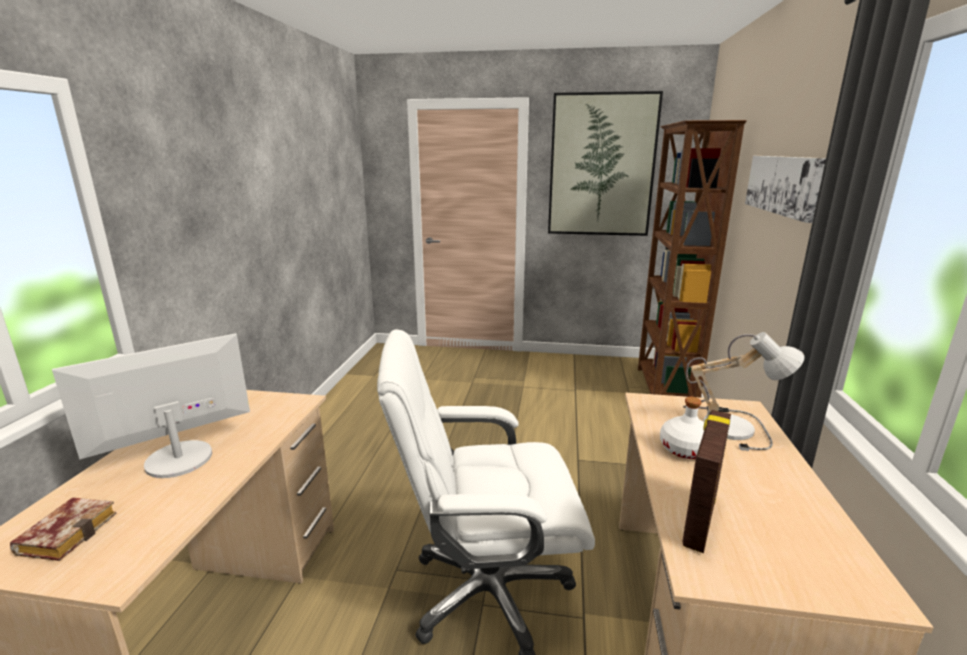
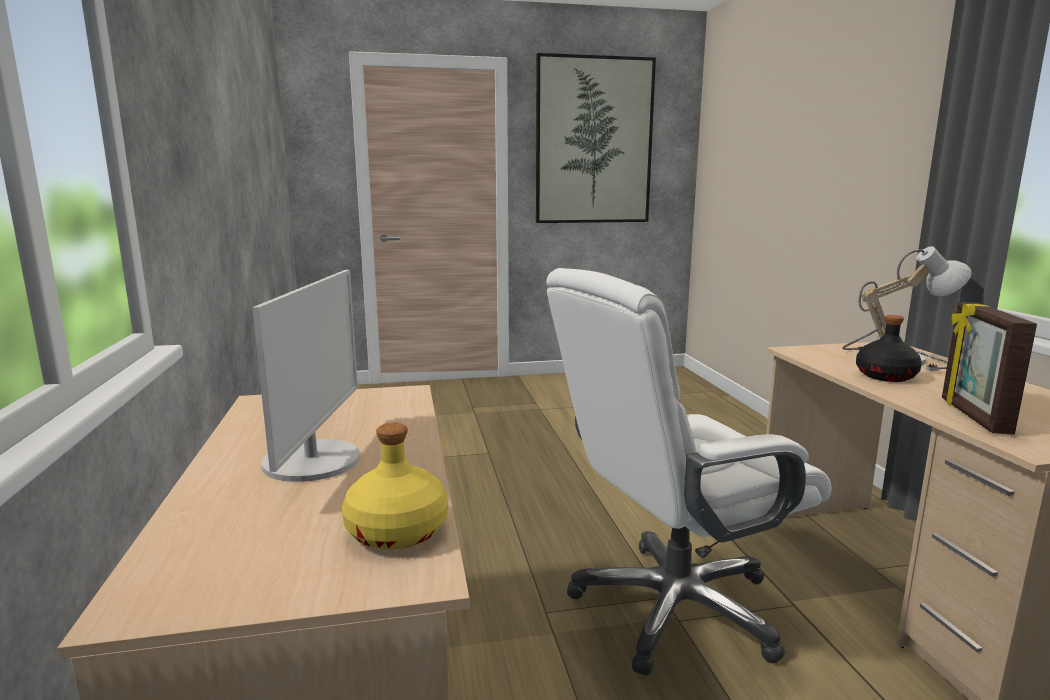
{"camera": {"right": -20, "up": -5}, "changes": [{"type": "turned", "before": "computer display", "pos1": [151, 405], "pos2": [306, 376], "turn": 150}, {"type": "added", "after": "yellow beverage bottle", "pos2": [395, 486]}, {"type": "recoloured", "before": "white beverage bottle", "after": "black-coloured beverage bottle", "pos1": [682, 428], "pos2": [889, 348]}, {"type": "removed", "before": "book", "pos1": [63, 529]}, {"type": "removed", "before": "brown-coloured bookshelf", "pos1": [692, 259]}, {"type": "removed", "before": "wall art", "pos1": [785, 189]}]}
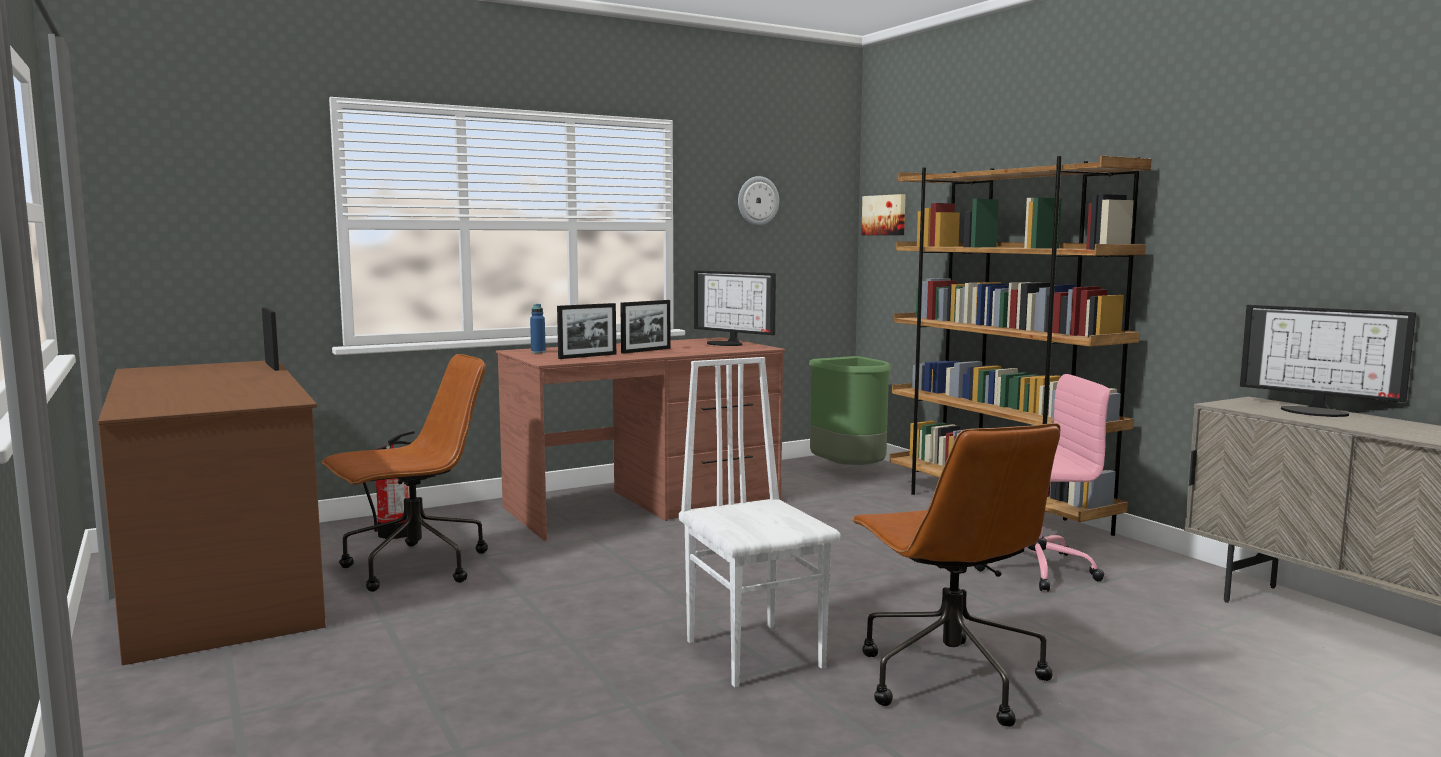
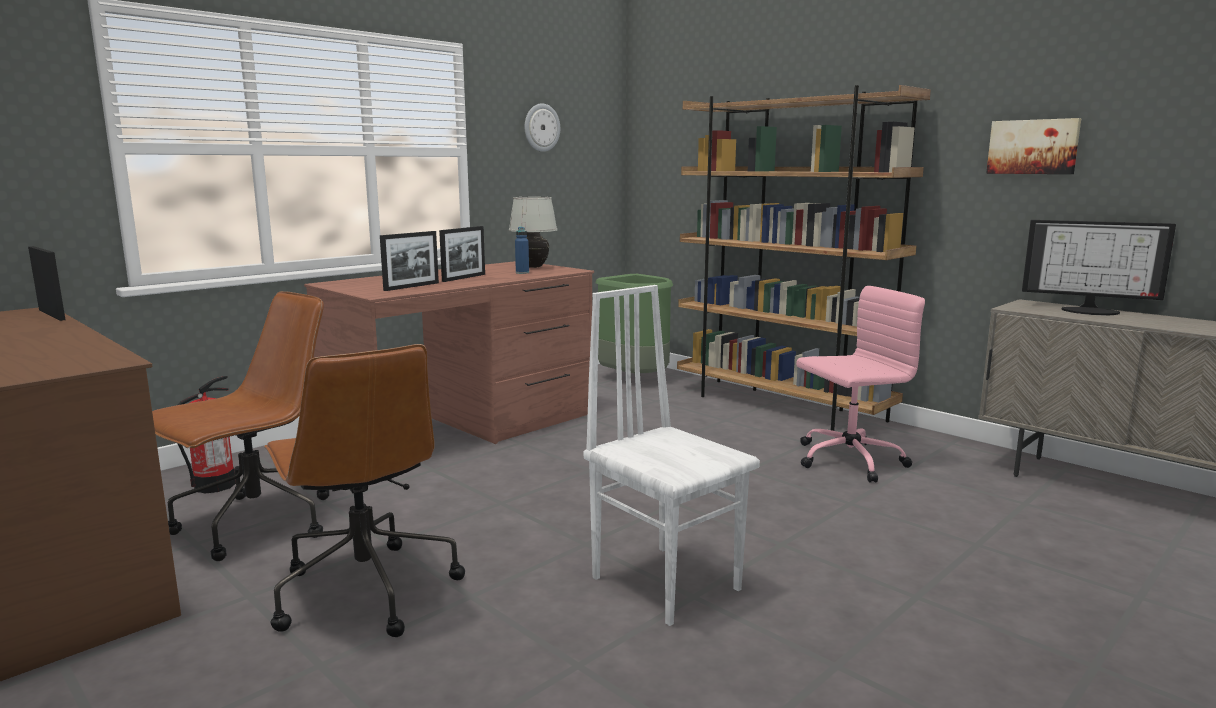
{"camera": {"right": -15, "up": 5}, "changes": [{"type": "moved", "before": "brown-coloured desk chair", "pos1": [955, 575], "pos2": [364, 490]}, {"type": "replaced", "before": "computer display", "after": "white table lamp", "pos1": [735, 308], "pos2": [533, 232]}, {"type": "moved", "before": "bluish beverage bottle", "pos1": [538, 328], "pos2": [522, 250]}, {"type": "moved", "before": "wall art", "pos1": [883, 214], "pos2": [1033, 146]}]}
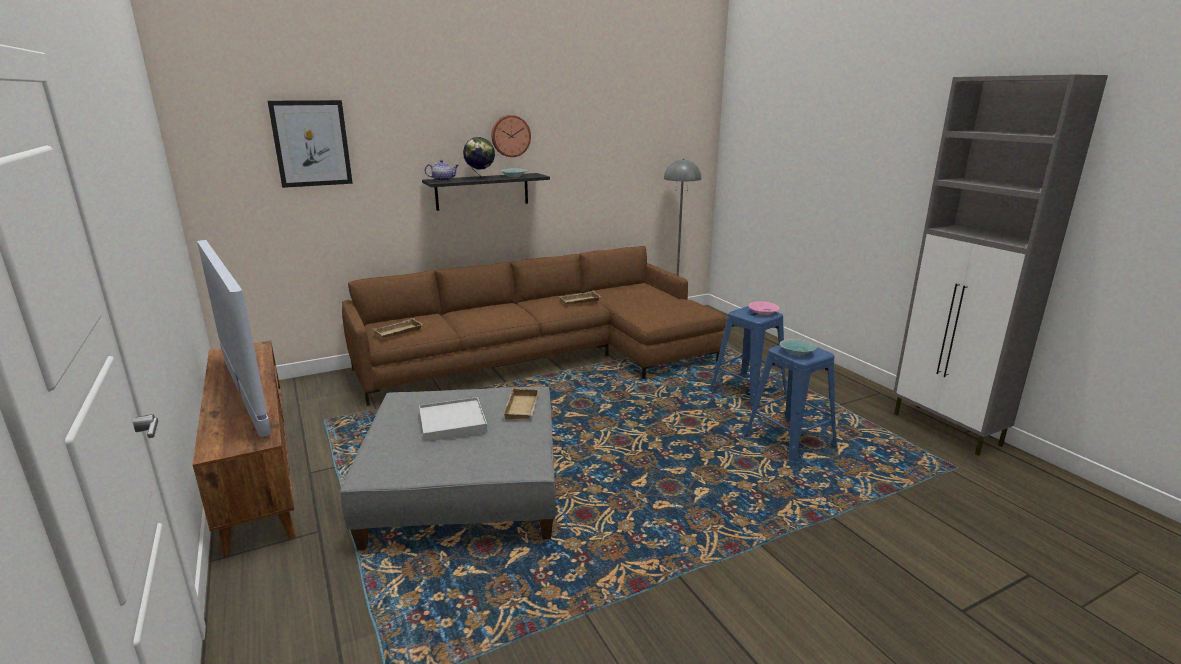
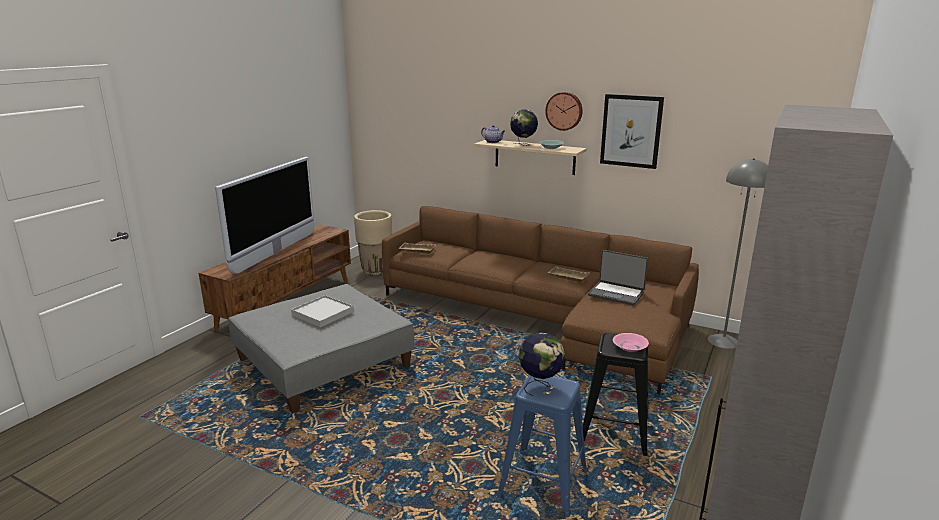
{"camera": {"right": 55, "up": 0}, "changes": [{"type": "added", "after": "sand-coloured plant pot", "pos2": [373, 242]}, {"type": "recoloured", "before": "black-coloured bracket shelf", "after": "sand-coloured bracket shelf", "pos1": [486, 192], "pos2": [530, 157]}, {"type": "replaced", "before": "turquoise bowl", "after": "globe", "pos1": [798, 347], "pos2": [542, 364]}, {"type": "recoloured", "before": "bluish sitting stool", "after": "black-coloured sitting stool", "pos1": [748, 358], "pos2": [616, 394]}, {"type": "added", "after": "notebook computer", "pos2": [618, 277]}, {"type": "moved", "before": "wall art", "pos1": [310, 144], "pos2": [632, 131]}, {"type": "removed", "before": "sand-coloured serving tray", "pos1": [521, 403]}]}
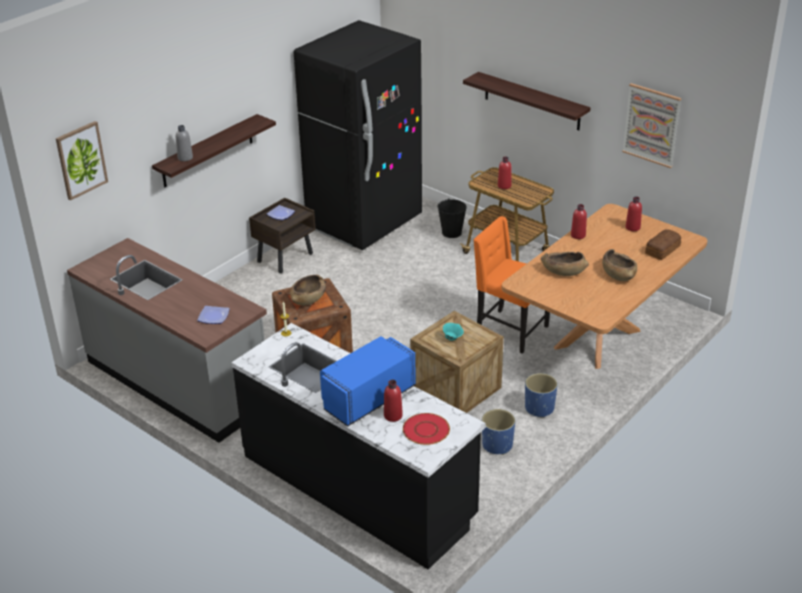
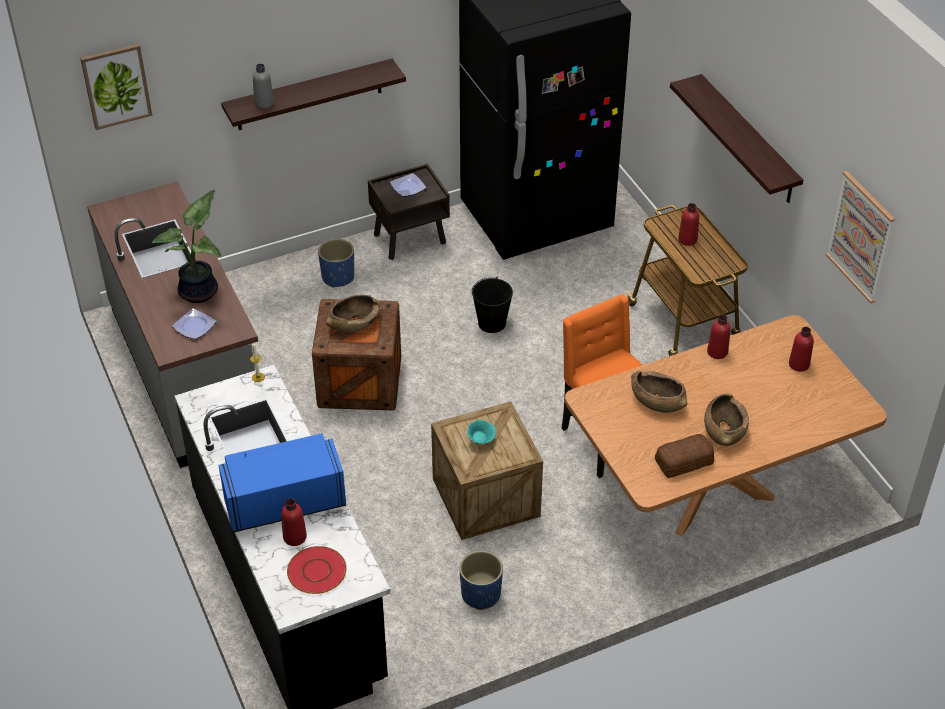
{"camera": {"right": 25, "up": 10}, "changes": [{"type": "added", "after": "potted plant", "pos2": [186, 246]}, {"type": "moved", "before": "bluish plant pot", "pos1": [541, 395], "pos2": [336, 263]}, {"type": "moved", "before": "black-coloured pail", "pos1": [452, 218], "pos2": [492, 305]}, {"type": "moved", "before": "baked bread", "pos1": [663, 244], "pos2": [684, 456]}]}
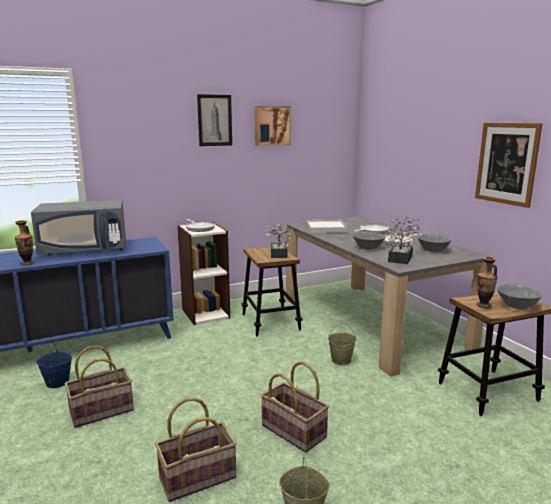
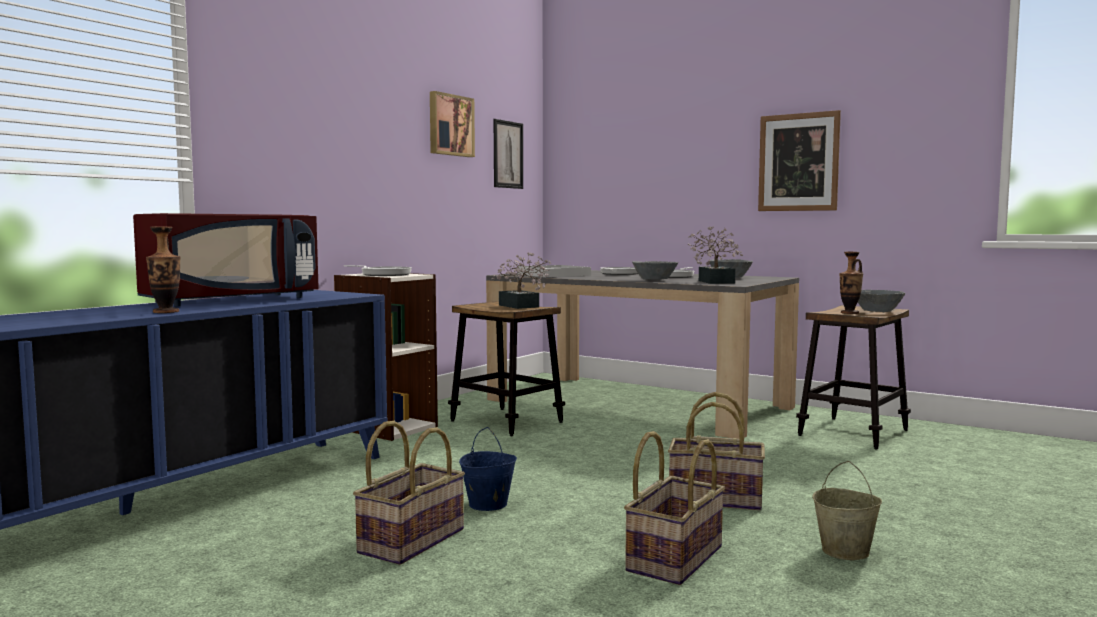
{"camera": {"right": -30, "up": -10}, "changes": [{"type": "recoloured", "before": "gray microwave oven", "after": "red-coloured microwave oven", "pos1": [78, 227], "pos2": [226, 260]}, {"type": "moved", "before": "bluish pail", "pos1": [54, 365], "pos2": [488, 469]}, {"type": "moved", "before": "wall art", "pos1": [214, 120], "pos2": [508, 154]}, {"type": "removed", "before": "sand-coloured pail", "pos1": [342, 344]}]}
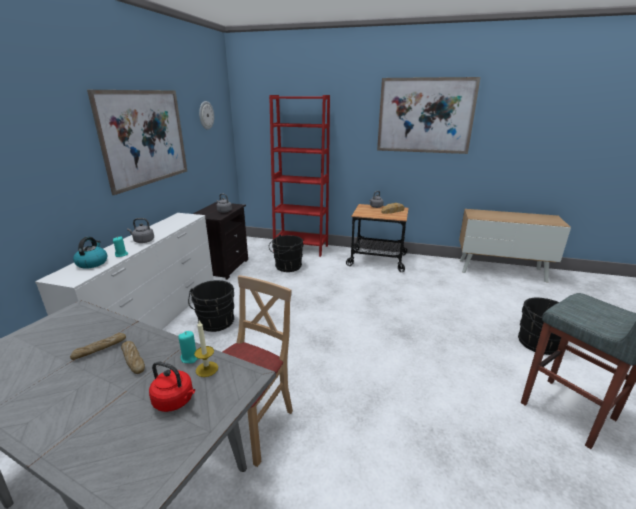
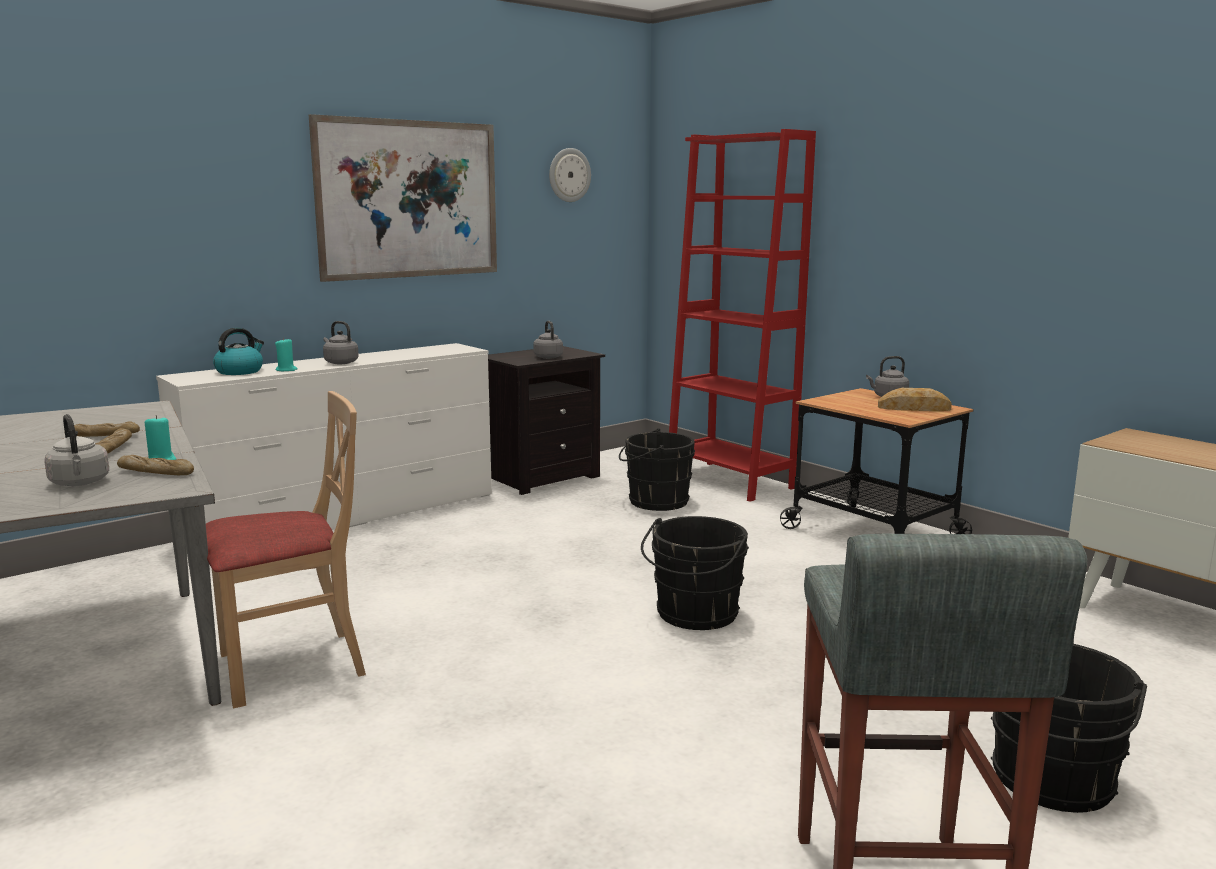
{"camera": {"right": 35, "up": -10}, "changes": [{"type": "recoloured", "before": "red-coloured kettle", "after": "gray kettle", "pos1": [172, 386], "pos2": [76, 450]}, {"type": "replaced", "before": "wax light", "after": "baked bread", "pos1": [206, 349], "pos2": [155, 465]}, {"type": "moved", "before": "black-coloured pail", "pos1": [211, 306], "pos2": [695, 573]}, {"type": "removed", "before": "wall art", "pos1": [429, 115]}]}
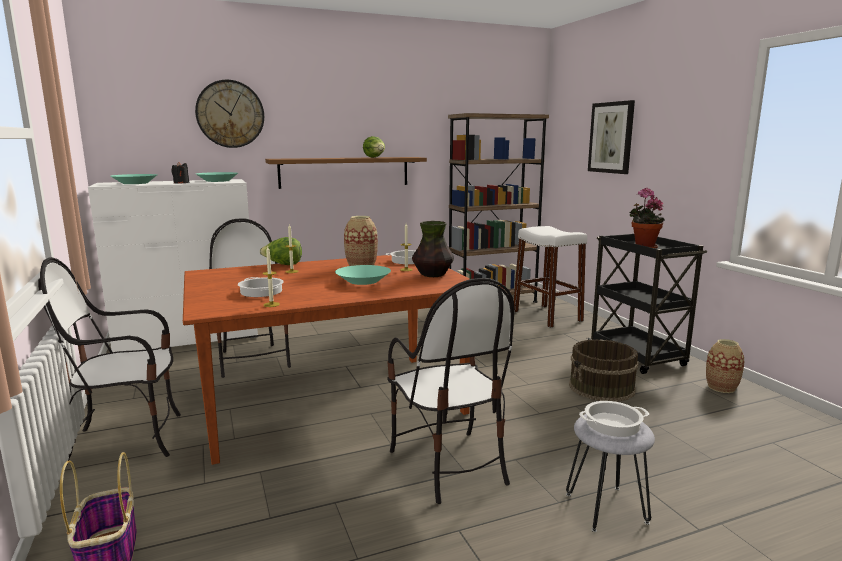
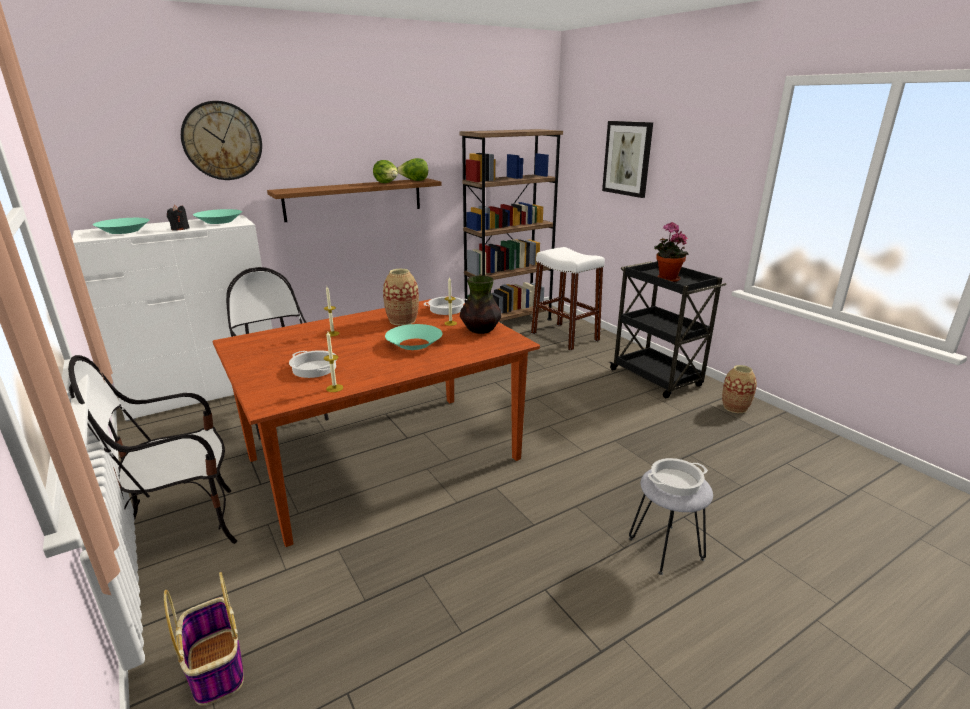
{"camera": {"right": -10, "up": 10}, "changes": [{"type": "moved", "before": "lettuce head", "pos1": [281, 251], "pos2": [412, 169]}, {"type": "removed", "before": "chair", "pos1": [450, 391]}, {"type": "removed", "before": "brown-coloured pail", "pos1": [604, 370]}]}
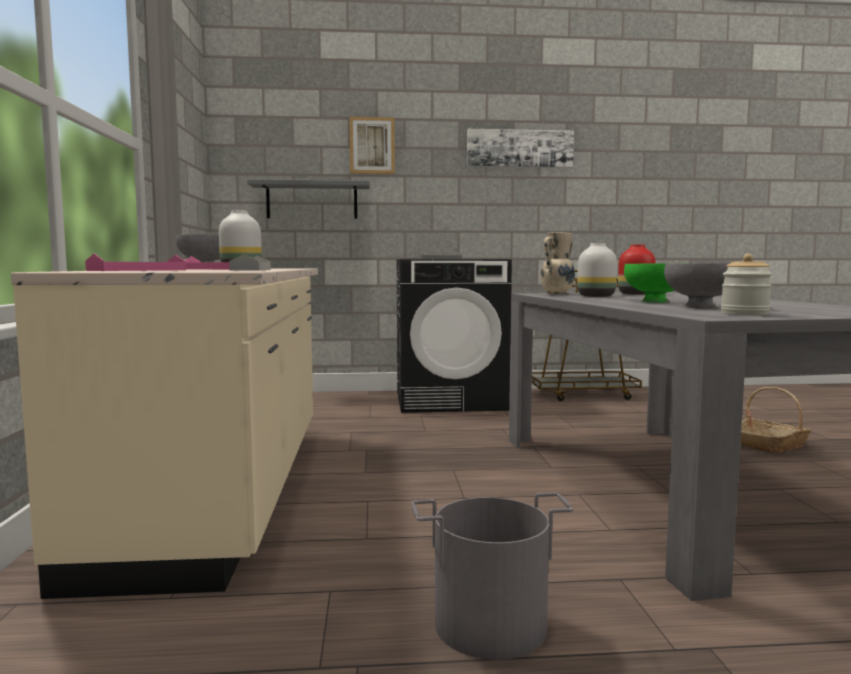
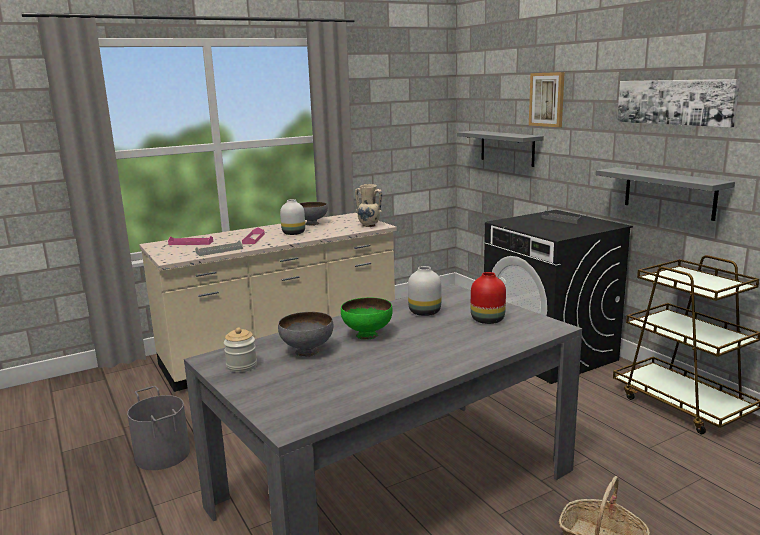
{"camera": {"right": 65, "up": 10}, "changes": [{"type": "moved", "before": "sand-coloured decorative vase", "pos1": [558, 263], "pos2": [368, 205]}, {"type": "added", "after": "gray bracket shelf", "pos2": [665, 194]}]}
